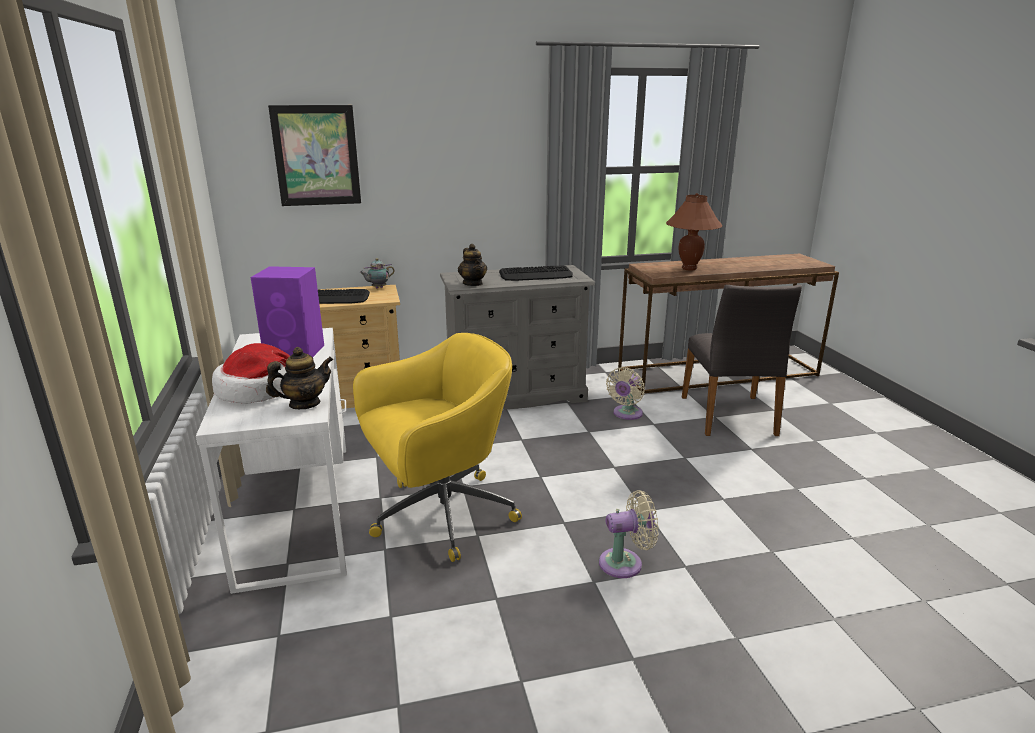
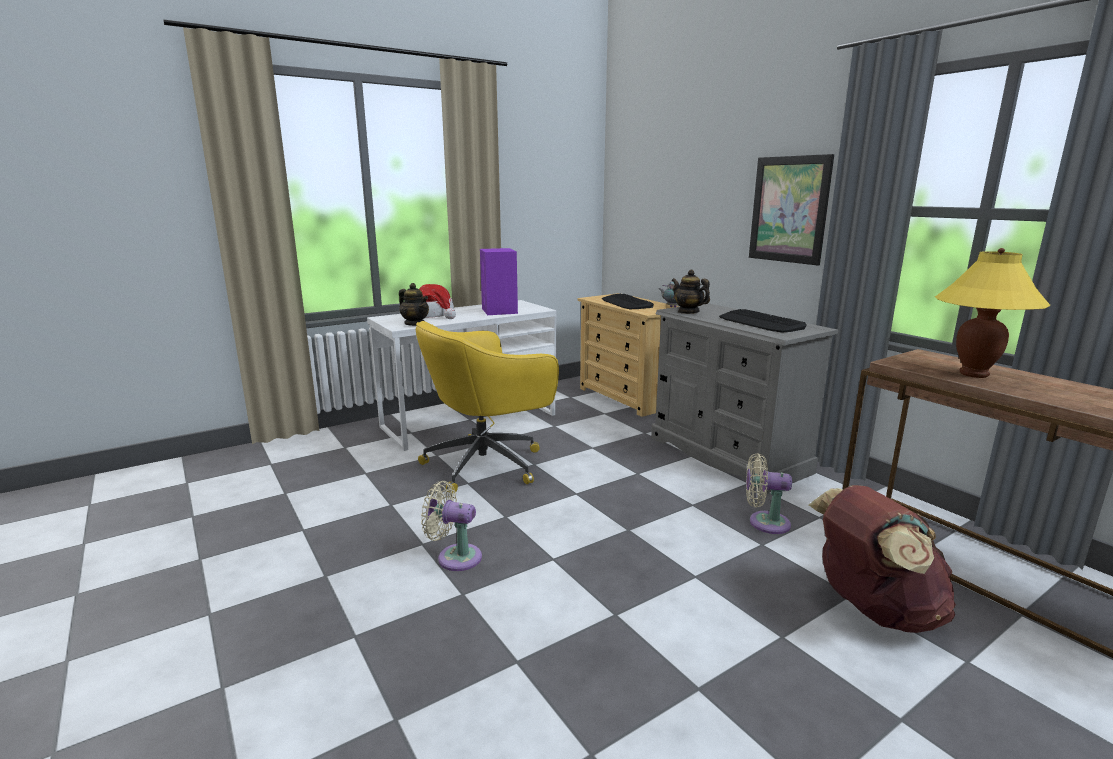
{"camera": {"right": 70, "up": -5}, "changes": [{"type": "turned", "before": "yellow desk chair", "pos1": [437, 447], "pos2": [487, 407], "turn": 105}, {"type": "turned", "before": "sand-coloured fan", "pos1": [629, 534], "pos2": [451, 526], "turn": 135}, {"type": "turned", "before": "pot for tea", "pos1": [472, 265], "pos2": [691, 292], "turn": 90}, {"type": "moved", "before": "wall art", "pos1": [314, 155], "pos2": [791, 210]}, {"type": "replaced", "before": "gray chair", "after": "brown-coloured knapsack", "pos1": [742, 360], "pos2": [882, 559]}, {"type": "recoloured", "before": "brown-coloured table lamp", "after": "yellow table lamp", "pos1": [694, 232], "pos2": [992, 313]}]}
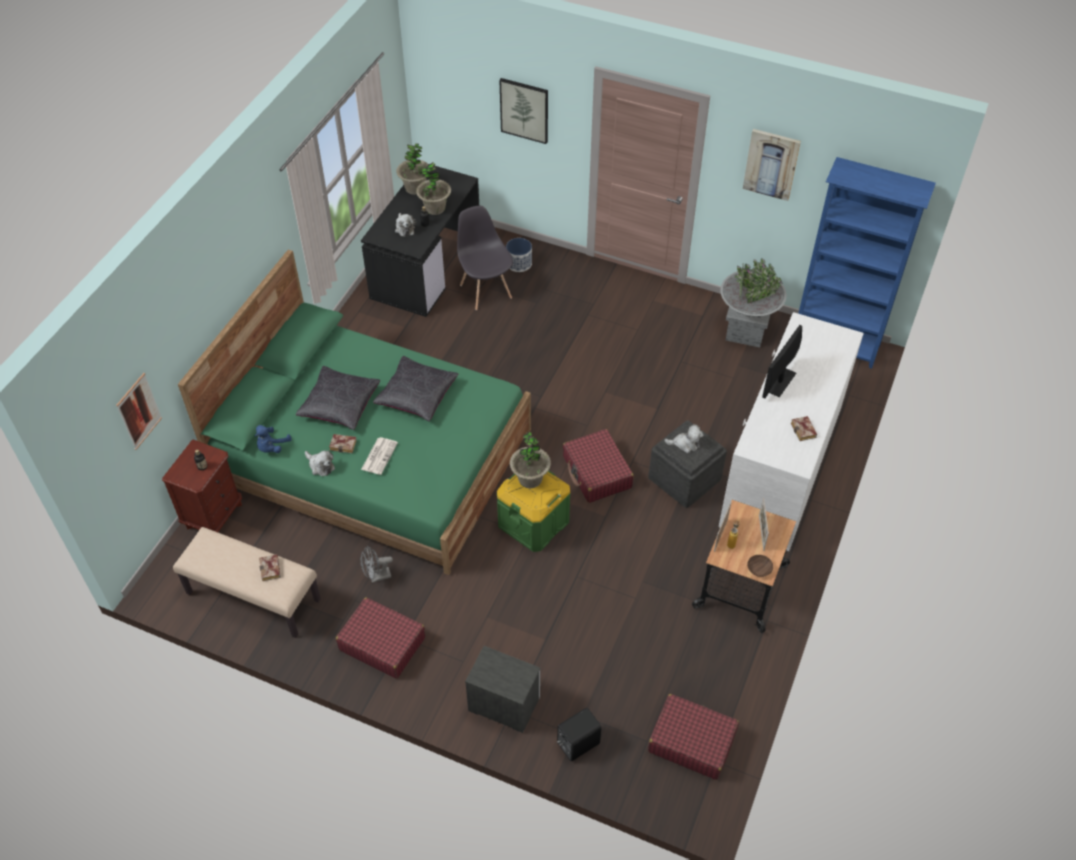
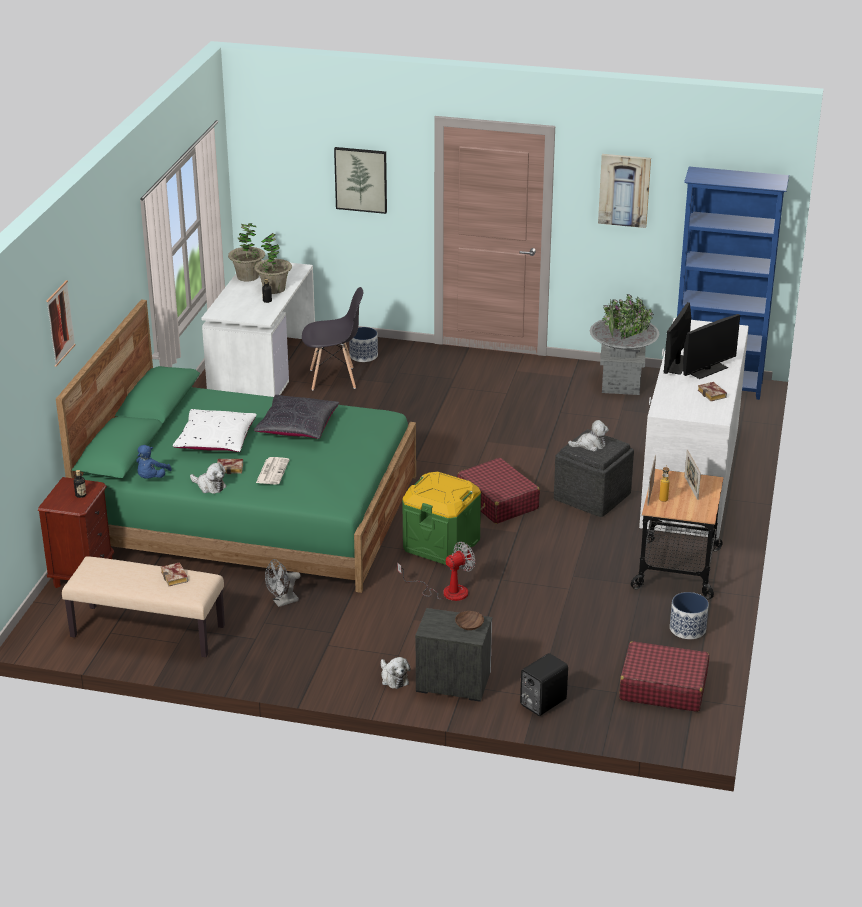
{"camera": {"right": -10, "up": -20}, "changes": [{"type": "moved", "before": "wall art", "pos1": [139, 411], "pos2": [61, 323]}, {"type": "recoloured", "before": "black-coloured throw pillow", "after": "white throw pillow", "pos1": [338, 398], "pos2": [215, 430]}, {"type": "recoloured", "before": "black-coloured desk table", "after": "white desk table", "pos1": [420, 241], "pos2": [258, 328]}, {"type": "turned", "before": "gray chair", "pos1": [485, 258], "pos2": [332, 338], "turn": 120}, {"type": "moved", "before": "plush toy", "pos1": [405, 225], "pos2": [396, 673]}, {"type": "added", "after": "fan", "pos2": [436, 571]}, {"type": "moved", "before": "brown-coloured bowl", "pos1": [760, 566], "pos2": [469, 620]}, {"type": "added", "after": "plant pot", "pos2": [689, 615]}, {"type": "added", "after": "computer display", "pos2": [711, 346]}, {"type": "removed", "before": "red-coloured piece of luggage", "pos1": [380, 638]}, {"type": "removed", "before": "potted plant", "pos1": [530, 460]}]}
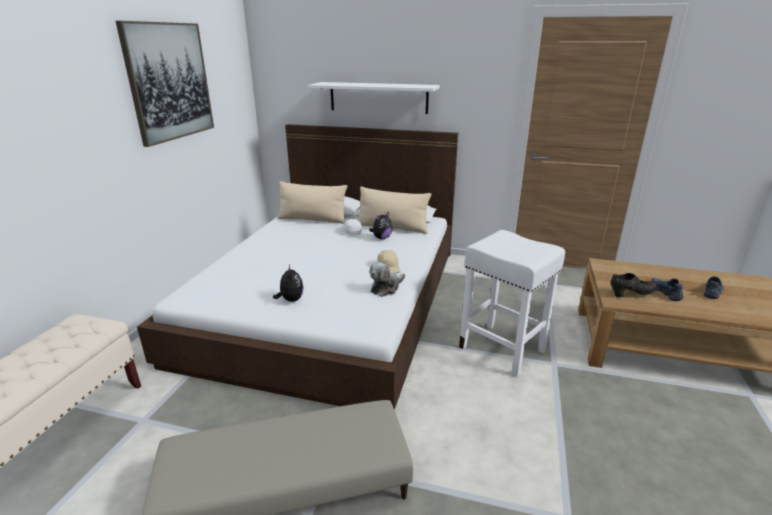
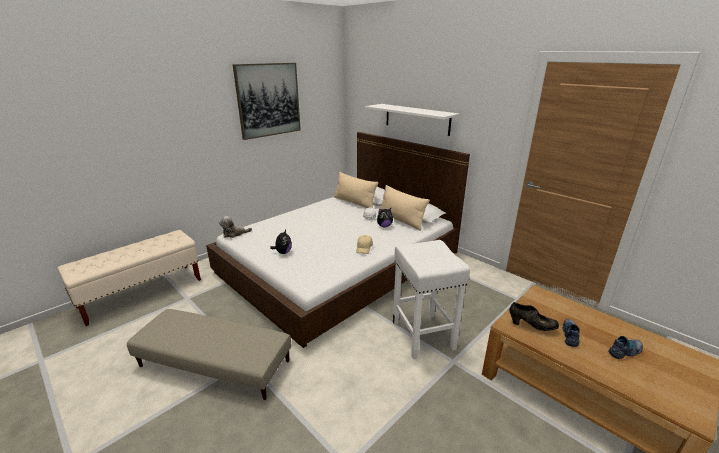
{"camera": {"right": 30, "up": 0}, "changes": [{"type": "moved", "before": "plush toy", "pos1": [387, 279], "pos2": [235, 227]}]}
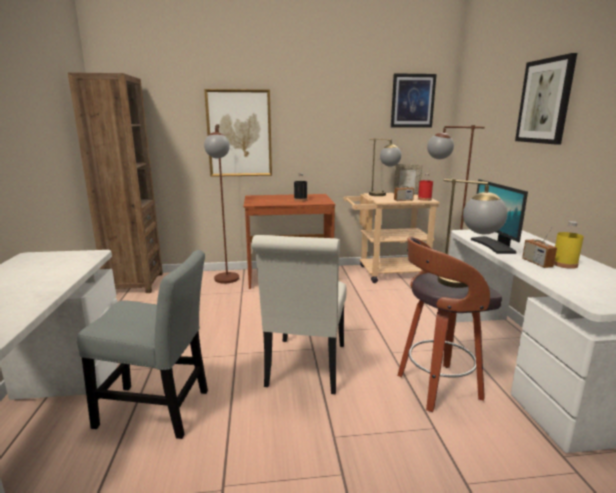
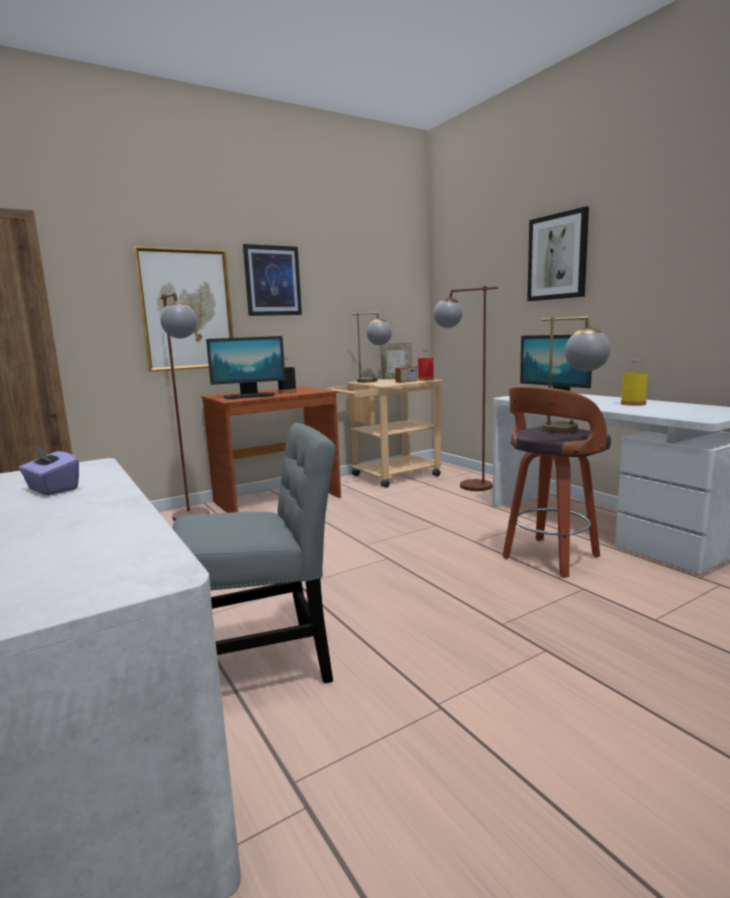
{"camera": {"right": -25, "up": -5}, "changes": [{"type": "added", "after": "purplish box of tissues", "pos2": [49, 470]}, {"type": "added", "after": "computer display", "pos2": [245, 367]}, {"type": "moved", "before": "wall art", "pos1": [414, 100], "pos2": [272, 280]}, {"type": "removed", "before": "white chair", "pos1": [299, 314]}, {"type": "removed", "before": "radio set", "pos1": [539, 245]}]}
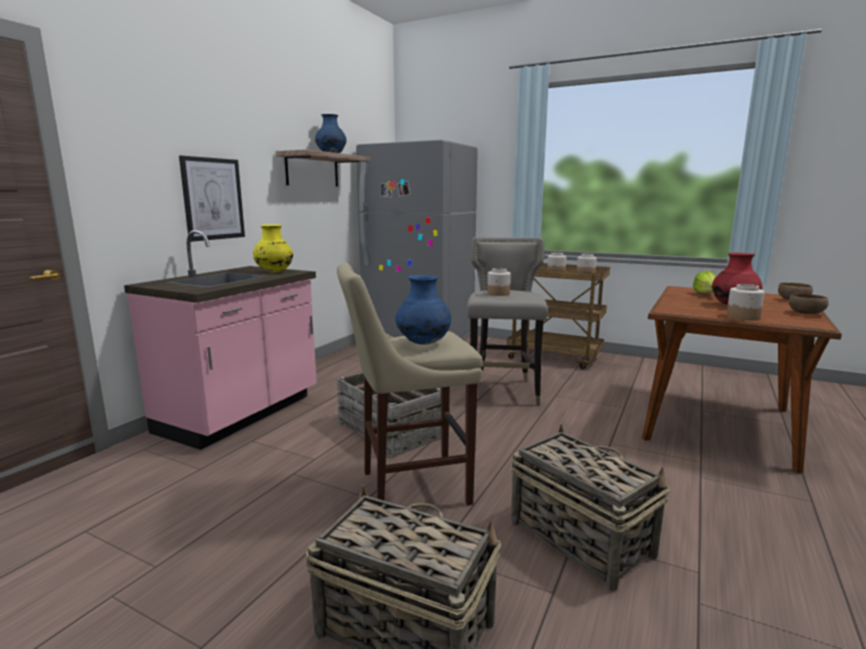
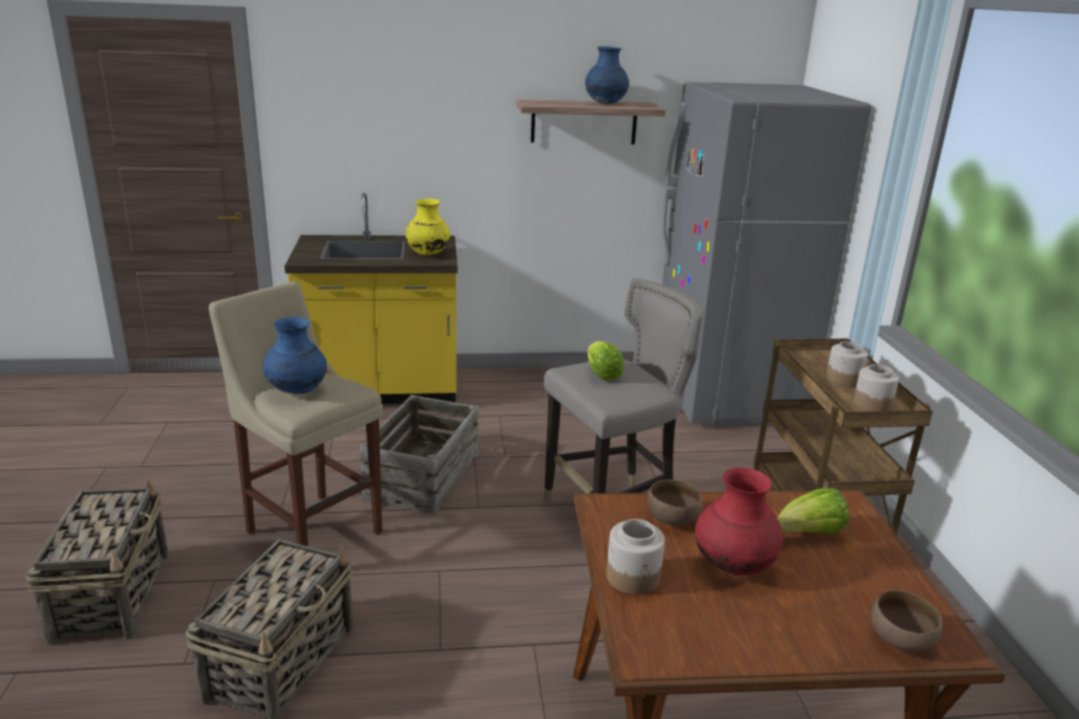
{"camera": {"right": 55, "up": 10}, "changes": [{"type": "recoloured", "before": "pink kitchen base unit", "after": "yellow kitchen base unit", "pos1": [220, 340], "pos2": [371, 298]}, {"type": "replaced", "before": "storage jar", "after": "lettuce head", "pos1": [499, 282], "pos2": [606, 360]}, {"type": "moved", "before": "brown-coloured bowl", "pos1": [808, 303], "pos2": [675, 502]}, {"type": "removed", "before": "wall art", "pos1": [212, 199]}]}
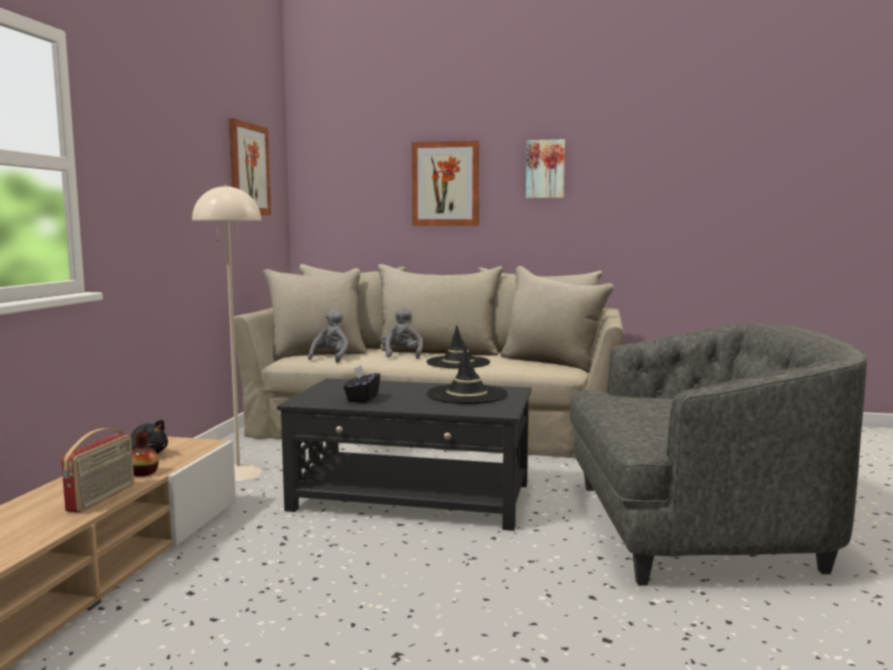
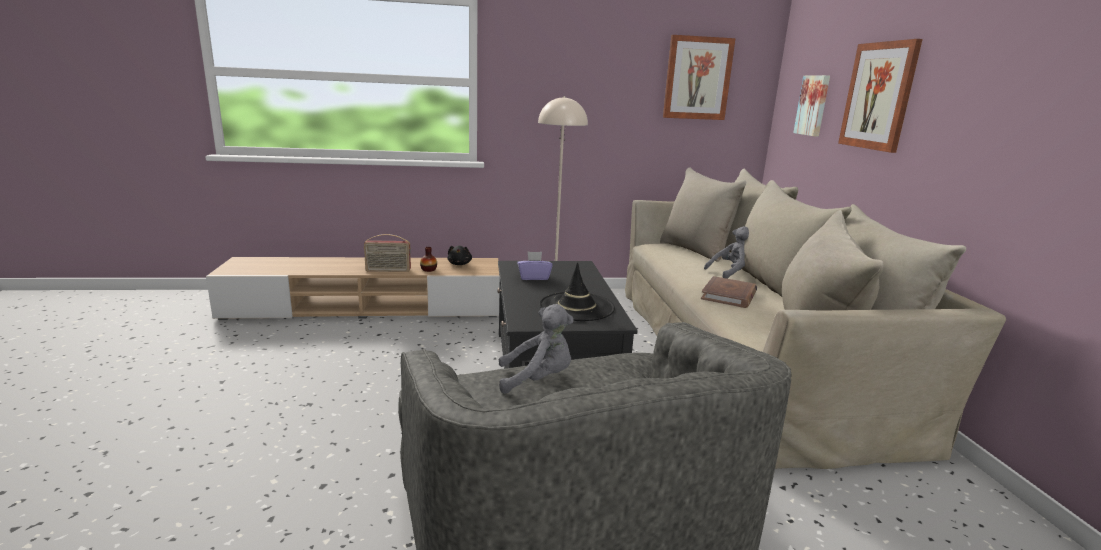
{"camera": {"right": 70, "up": 10}, "changes": [{"type": "moved", "before": "gray plush toy", "pos1": [328, 336], "pos2": [536, 349]}, {"type": "recoloured", "before": "black-coloured box of tissues", "after": "purplish box of tissues", "pos1": [361, 384], "pos2": [535, 266]}, {"type": "replaced", "before": "black-coloured hat", "after": "brown-coloured book", "pos1": [458, 347], "pos2": [729, 292]}, {"type": "moved", "before": "wall art", "pos1": [545, 168], "pos2": [811, 106]}]}
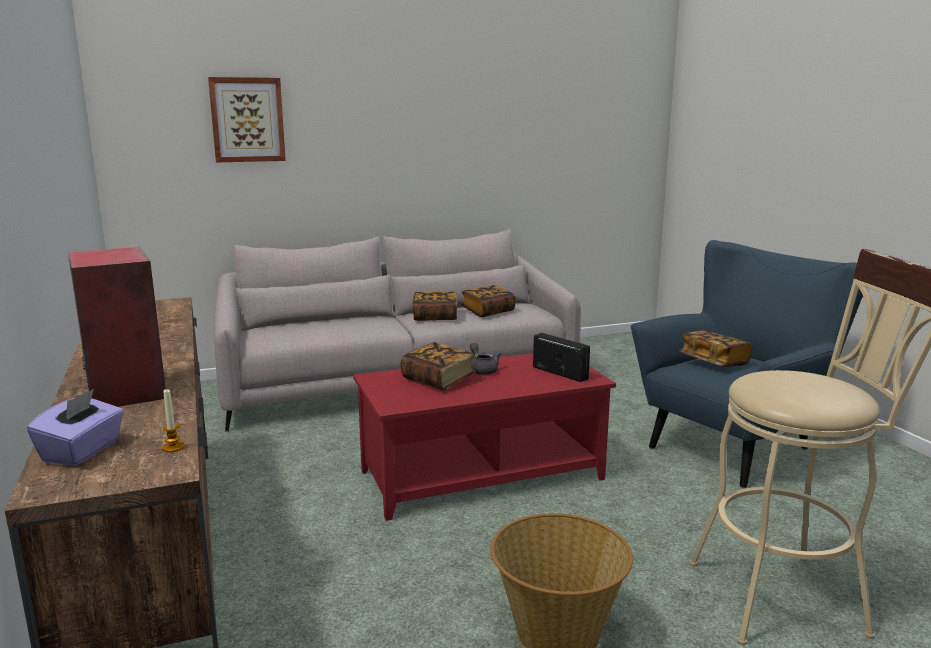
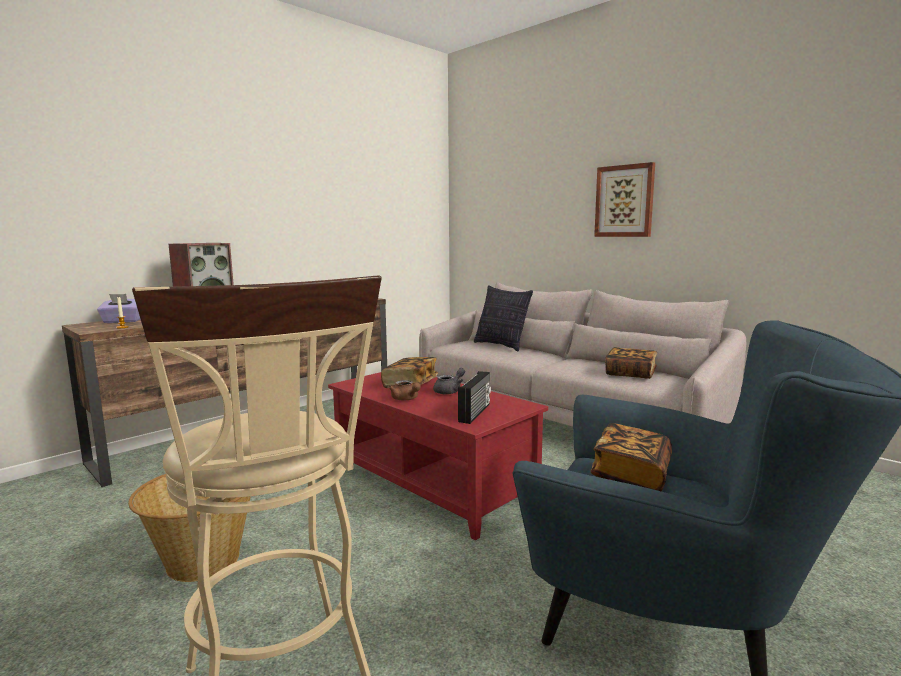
{"camera": {"right": 65, "up": -5}, "changes": [{"type": "added", "after": "brown-coloured pot for tea", "pos2": [405, 390]}, {"type": "added", "after": "throw pillow", "pos2": [503, 318]}, {"type": "moved", "before": "wall art", "pos1": [247, 119], "pos2": [624, 199]}, {"type": "removed", "before": "book", "pos1": [434, 306]}]}
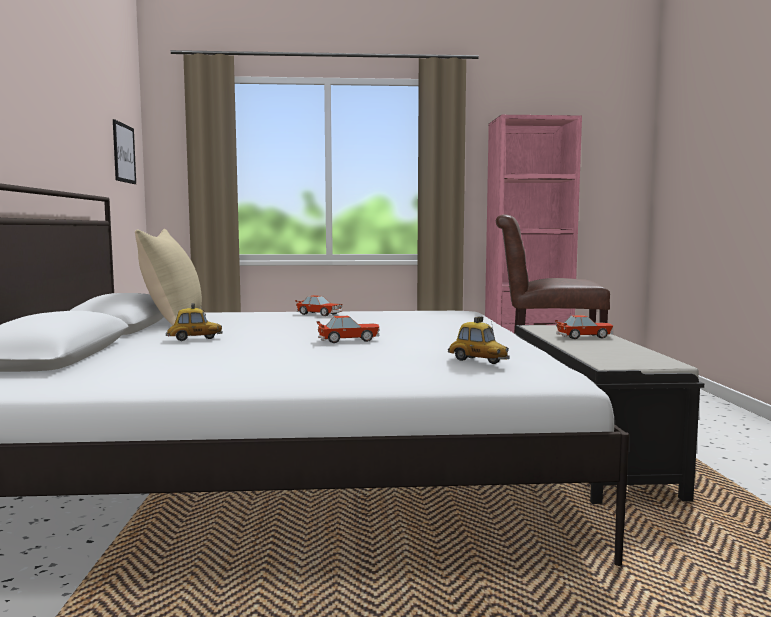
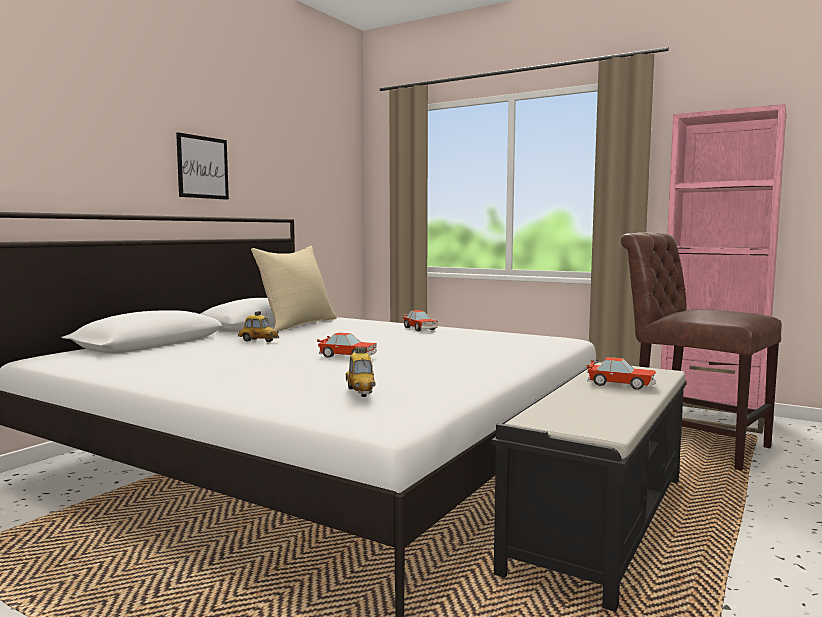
{"camera": {"right": 35, "up": 0}, "changes": [{"type": "moved", "before": "wall art", "pos1": [124, 151], "pos2": [202, 166]}]}
